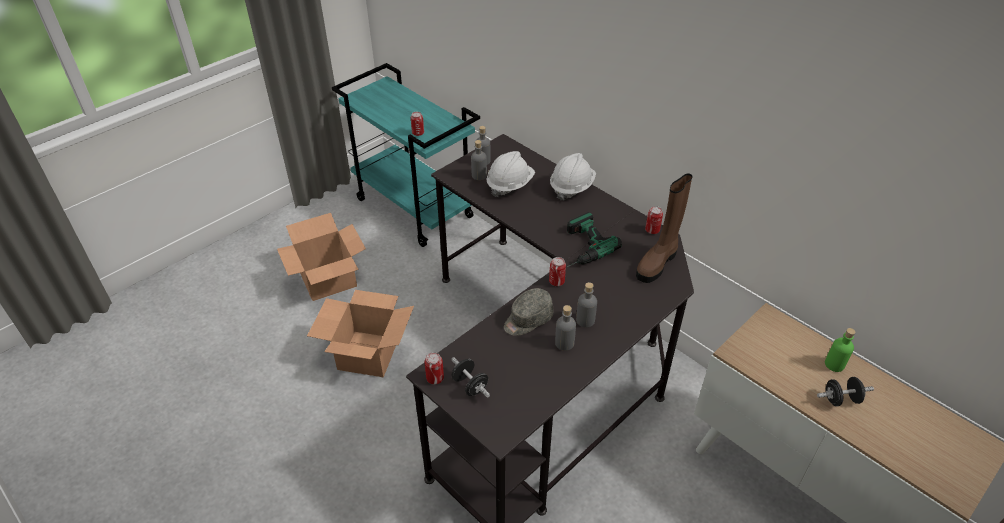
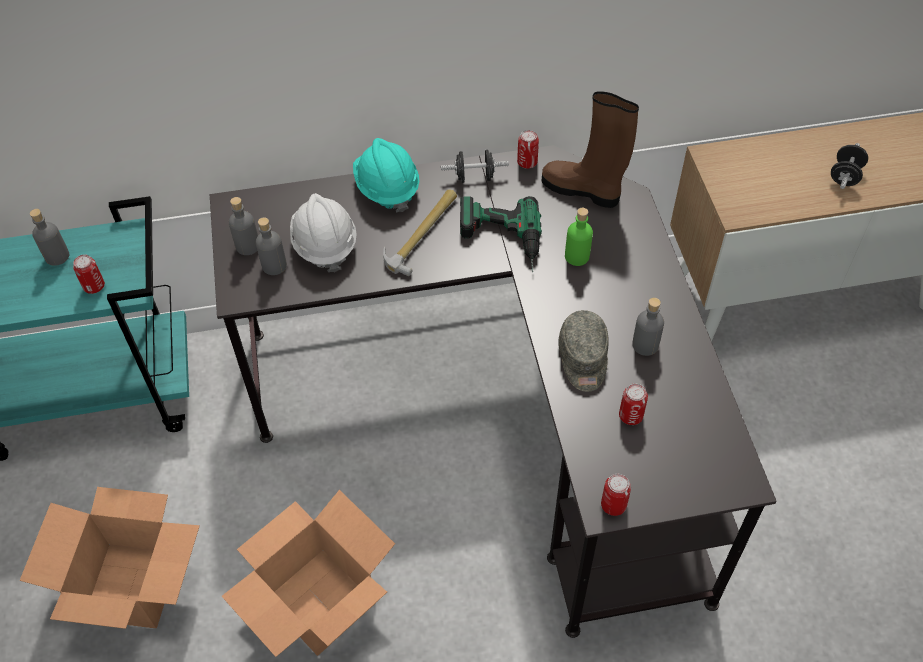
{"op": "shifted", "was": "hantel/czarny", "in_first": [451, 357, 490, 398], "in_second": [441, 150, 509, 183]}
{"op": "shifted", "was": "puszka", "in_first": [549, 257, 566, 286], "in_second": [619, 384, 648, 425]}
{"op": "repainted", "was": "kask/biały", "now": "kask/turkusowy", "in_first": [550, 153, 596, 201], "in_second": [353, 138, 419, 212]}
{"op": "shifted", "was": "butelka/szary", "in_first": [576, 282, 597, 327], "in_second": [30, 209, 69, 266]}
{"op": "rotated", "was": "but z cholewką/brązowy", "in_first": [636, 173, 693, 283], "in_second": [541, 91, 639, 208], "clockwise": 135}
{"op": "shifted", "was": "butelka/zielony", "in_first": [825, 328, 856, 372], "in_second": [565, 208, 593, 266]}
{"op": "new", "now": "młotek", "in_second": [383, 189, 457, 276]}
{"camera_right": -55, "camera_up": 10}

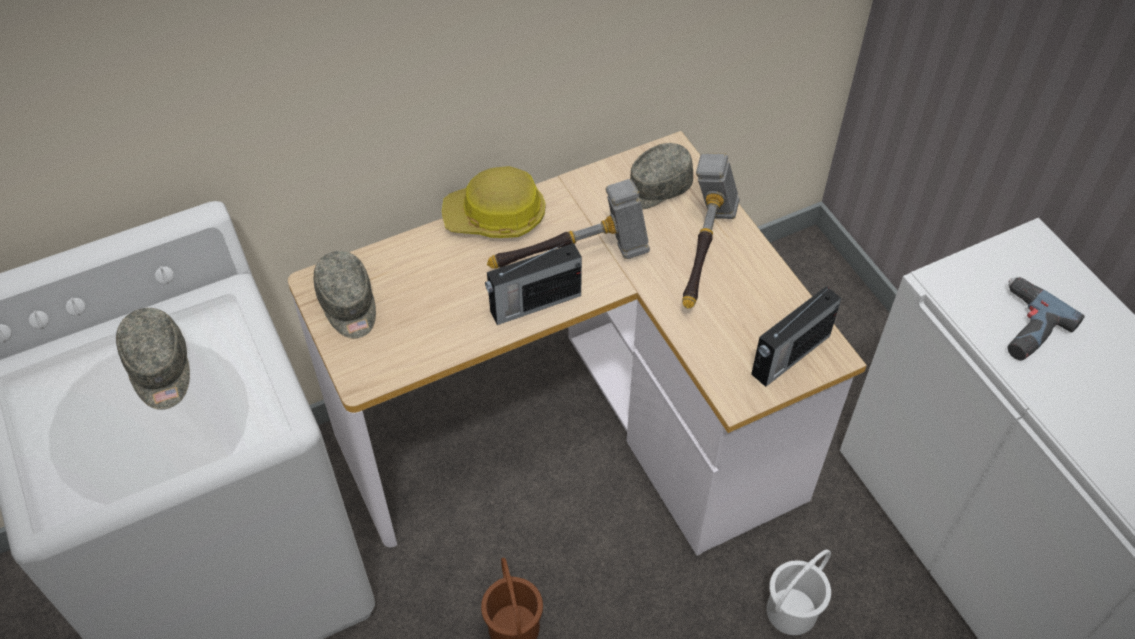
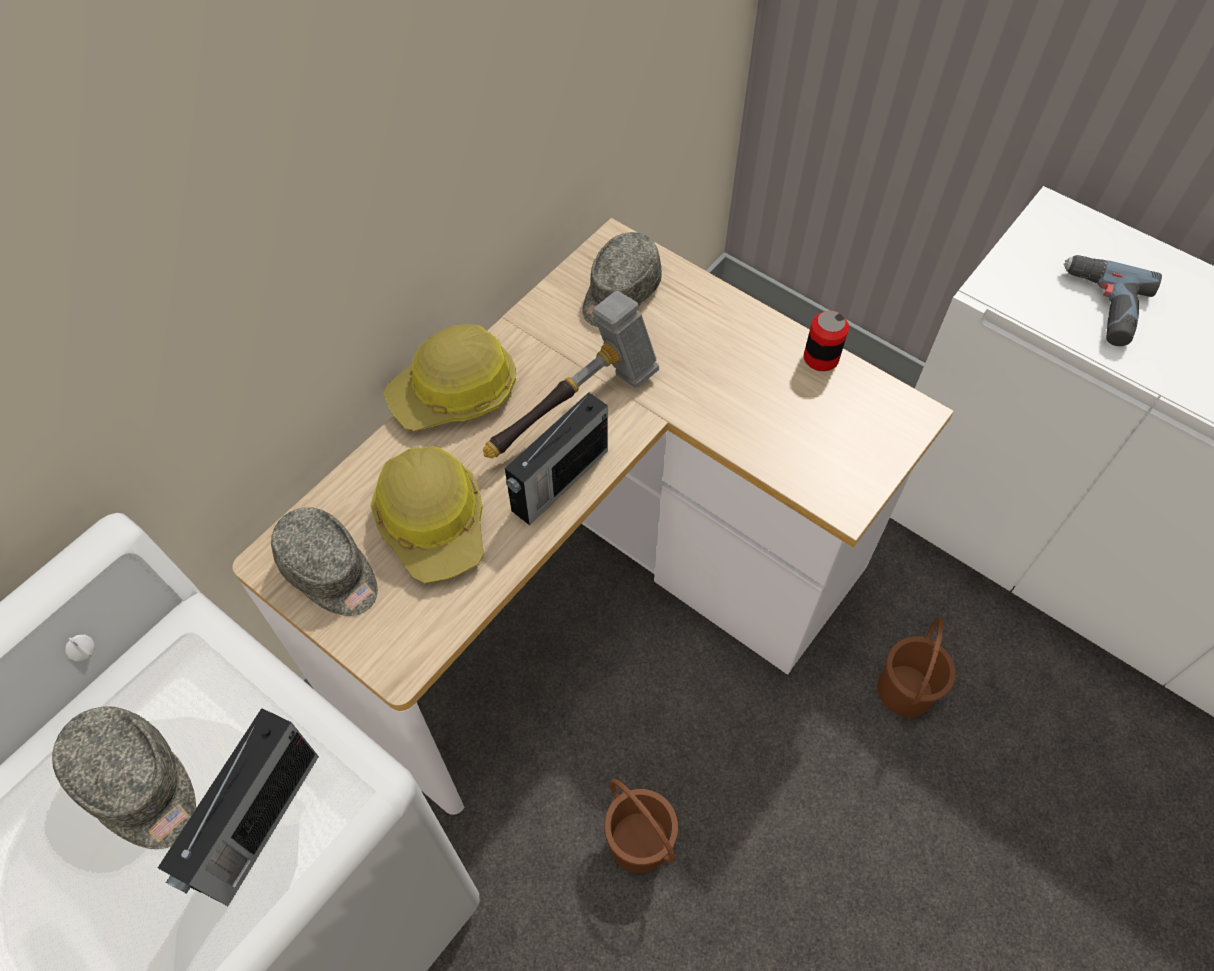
{"op": "gone", "was": "młotek", "in_first": [682, 153, 740, 309]}
{"op": "shifted", "was": "radio", "in_first": [751, 286, 842, 387], "in_second": [158, 708, 319, 906]}
{"op": "repainted", "was": "wiadro/biały", "now": "wiadro/brązowy", "in_first": [767, 549, 831, 635], "in_second": [877, 617, 956, 717]}
{"op": "new", "now": "kask", "in_second": [370, 446, 484, 583]}
{"op": "new", "now": "puszka", "in_second": [804, 311, 849, 371]}
{"camera_right": -25, "camera_up": 5}

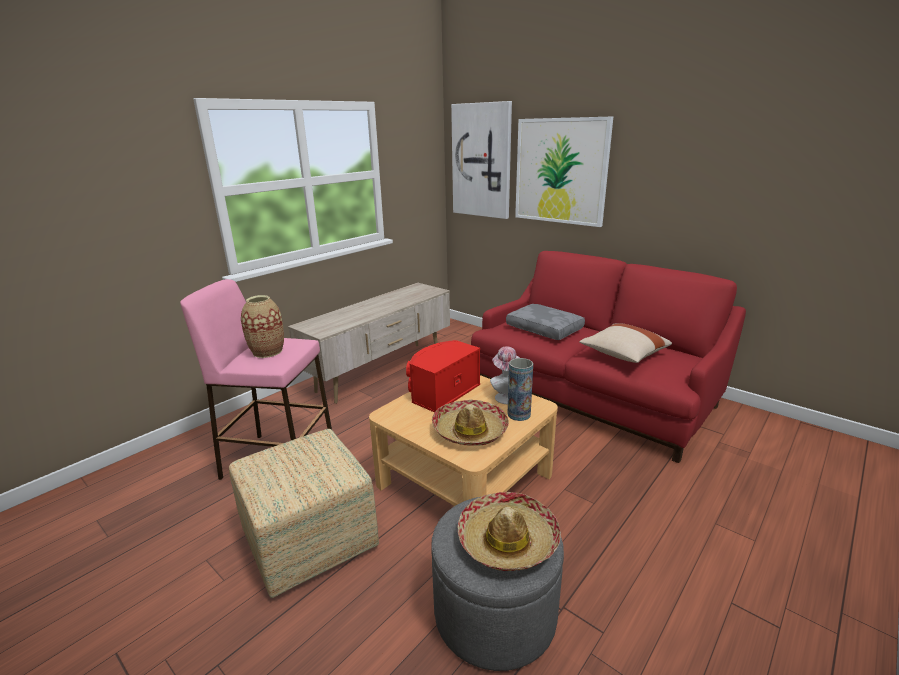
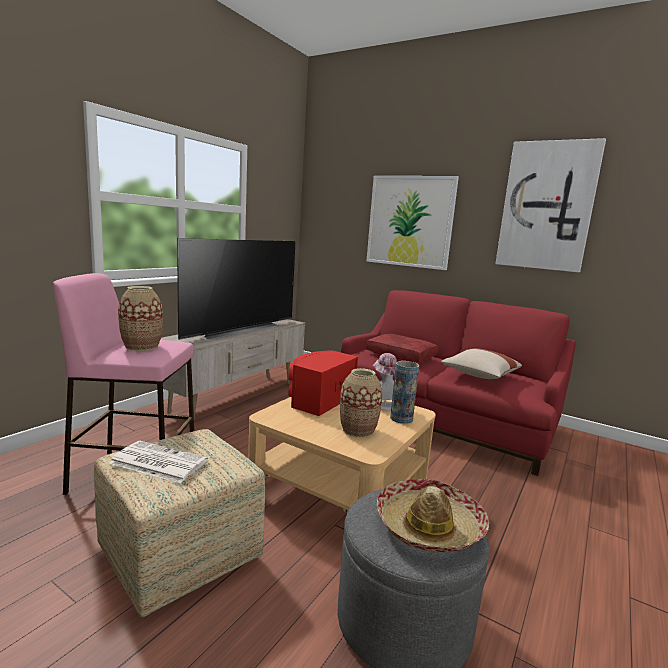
{"op": "swapped", "was": "kapelusz", "now": "wazon", "in_first": [432, 400, 509, 446], "in_second": [340, 368, 383, 438]}
{"op": "shifted", "was": "obraz", "in_first": [451, 101, 512, 219], "in_second": [495, 138, 606, 272]}
{"op": "repainted", "was": "poduszka/szary", "now": "poduszka/czerwony", "in_first": [506, 304, 585, 340], "in_second": [366, 334, 438, 362]}
{"op": "new", "now": "gazeta", "in_second": [109, 441, 208, 483]}
{"op": "new", "now": "telewizor", "in_second": [177, 238, 296, 340]}
{"camera_right": -10, "camera_up": -10}

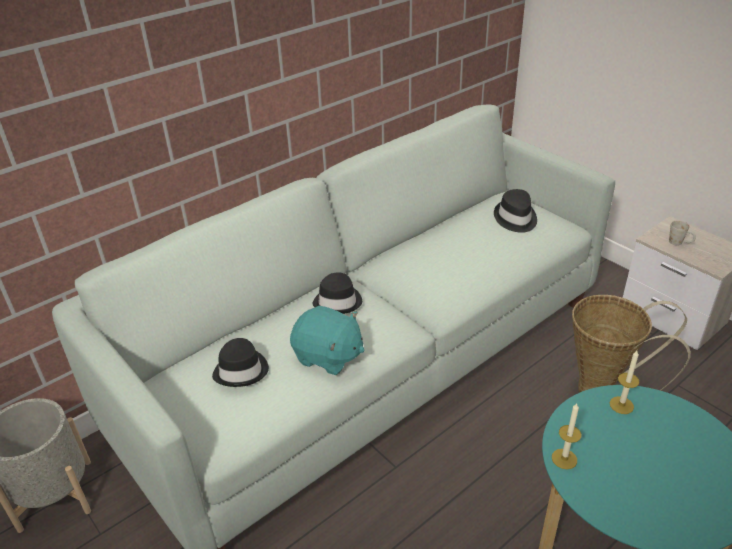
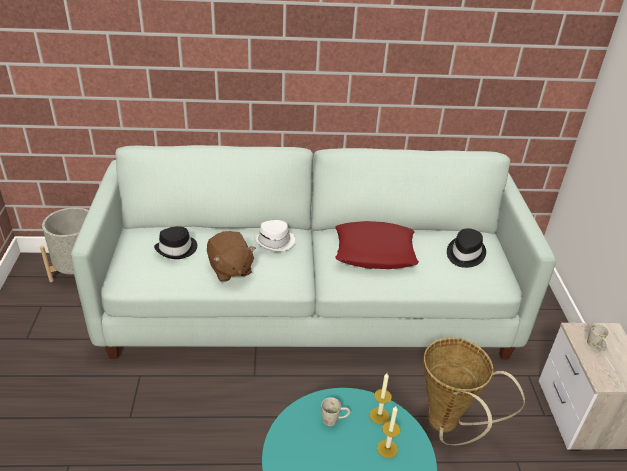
{"op": "repainted", "was": "pluszak/turkusowy", "now": "pluszak/brązowy", "in_first": [290, 306, 364, 375], "in_second": [207, 231, 256, 282]}
{"op": "repainted", "was": "kapelusz/czarny", "now": "kapelusz/biały", "in_first": [312, 272, 362, 314], "in_second": [254, 220, 295, 252]}
{"op": "shifted", "was": "świeca", "in_first": [552, 403, 581, 469], "in_second": [377, 406, 400, 458]}
{"op": "new", "now": "kubek/biały", "in_second": [321, 397, 351, 426]}
{"op": "new", "now": "poduszka/czerwony", "in_second": [335, 221, 419, 269]}
{"camera_right": 35, "camera_up": 0}

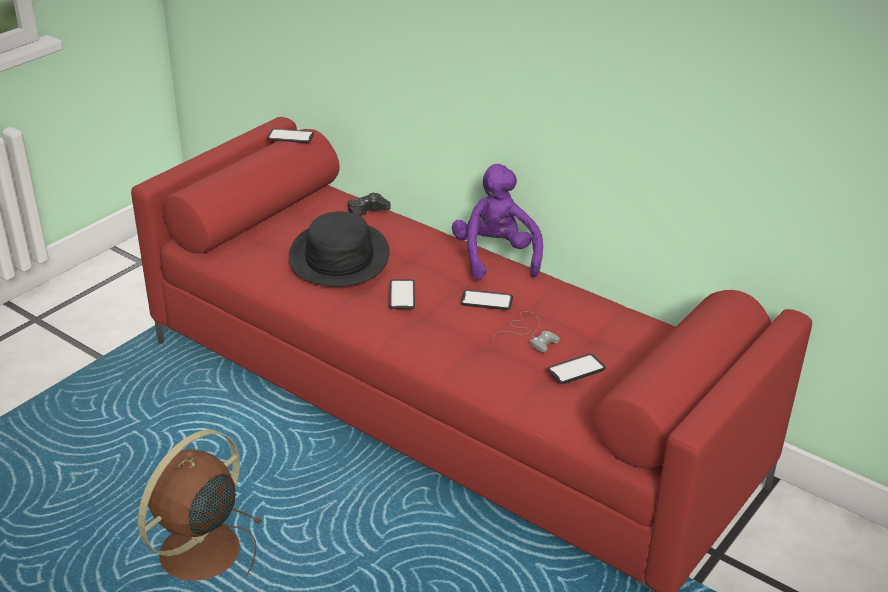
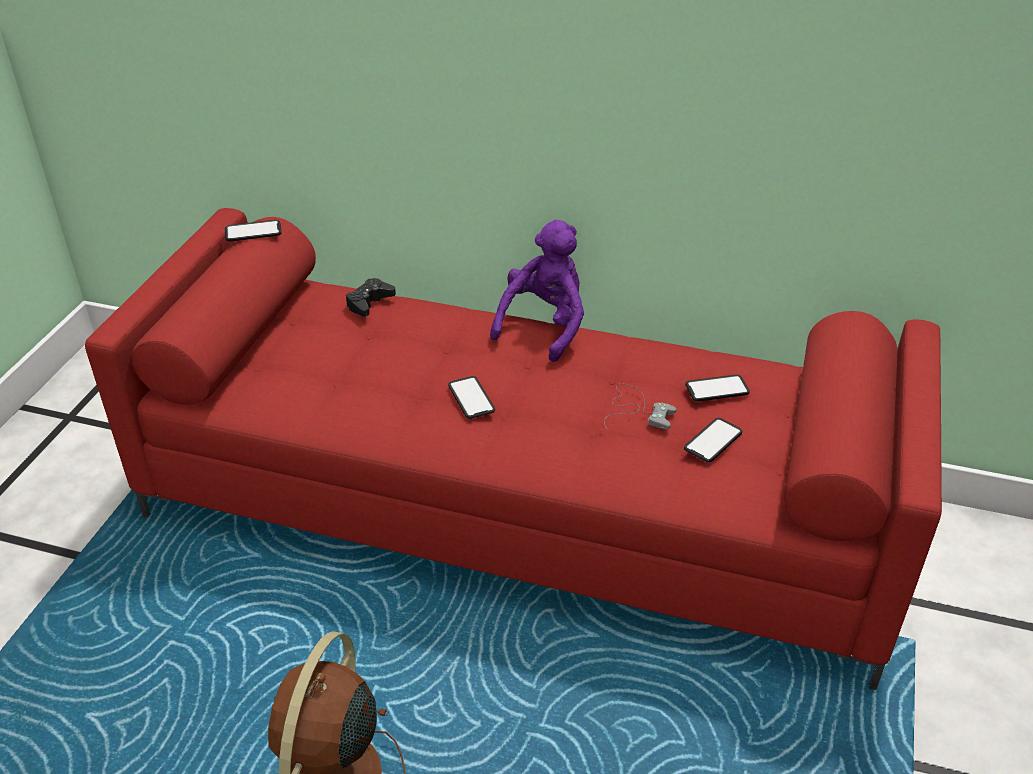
{"op": "gone", "was": "kapelusz/czarny", "in_first": [289, 212, 390, 287]}
{"op": "rotated", "was": "pluszak/fioletowy", "in_first": [452, 164, 543, 280], "in_second": [490, 220, 584, 362], "clockwise": 60}
{"op": "shifted", "was": "telefon", "in_first": [460, 290, 513, 310], "in_second": [685, 375, 750, 402]}
{"camera_right": -20, "camera_up": 5}

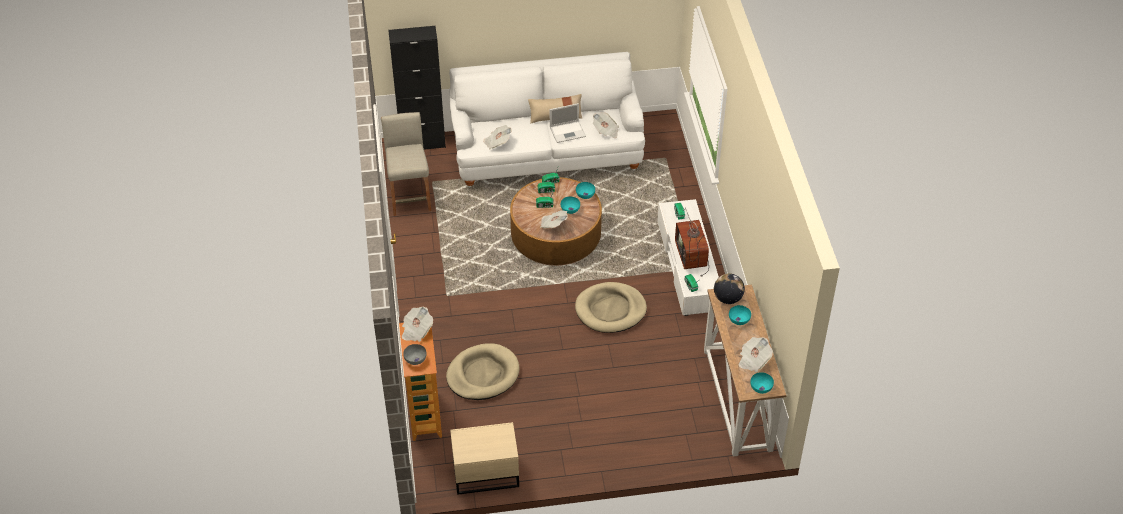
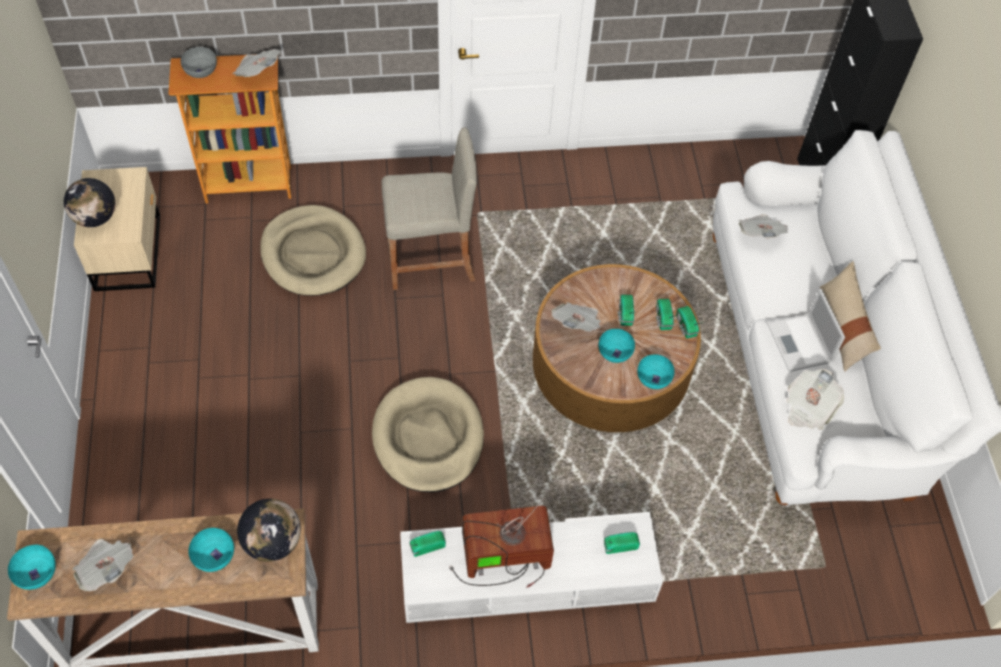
{"op": "shifted", "was": "stołek/beżowy", "in_first": [381, 112, 431, 216], "in_second": [381, 127, 477, 290]}
{"op": "new", "now": "globus", "in_second": [64, 178, 115, 227]}
{"camera_right": 90, "camera_up": 10}

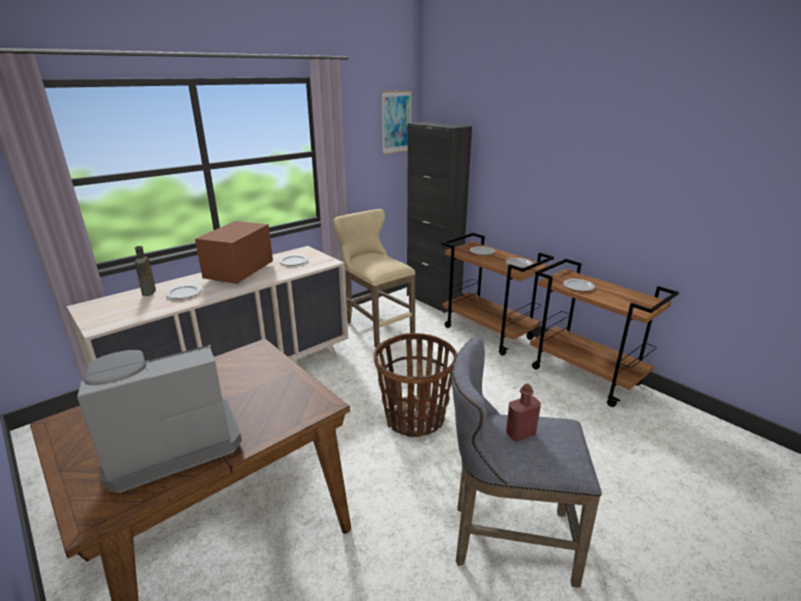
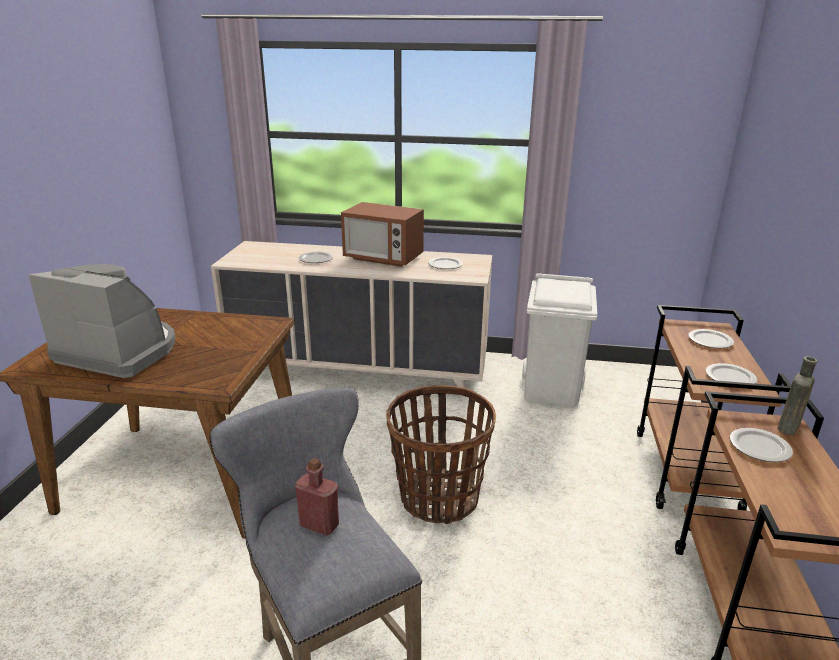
{"op": "shifted", "was": "butelka/brązowy", "in_first": [135, 246, 156, 296], "in_second": [777, 356, 817, 435]}
{"op": "rotated", "was": "mikrofalówka", "in_first": [195, 221, 273, 284], "in_second": [341, 202, 424, 266], "clockwise": -135}
{"op": "swapped", "was": "stołek/beżowy", "now": "kosz na śmieci/biały", "in_first": [333, 209, 416, 348], "in_second": [522, 273, 597, 407]}
{"op": "gone", "was": "obraz", "in_first": [381, 90, 412, 155]}
{"op": "gone", "was": "szafka/czarny", "in_first": [407, 122, 472, 313]}
{"camera_right": 50, "camera_up": 0}

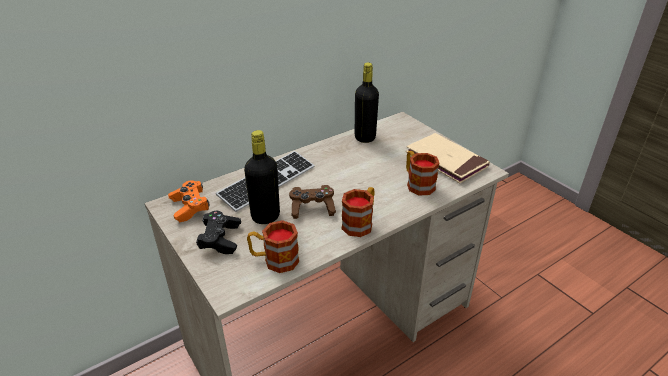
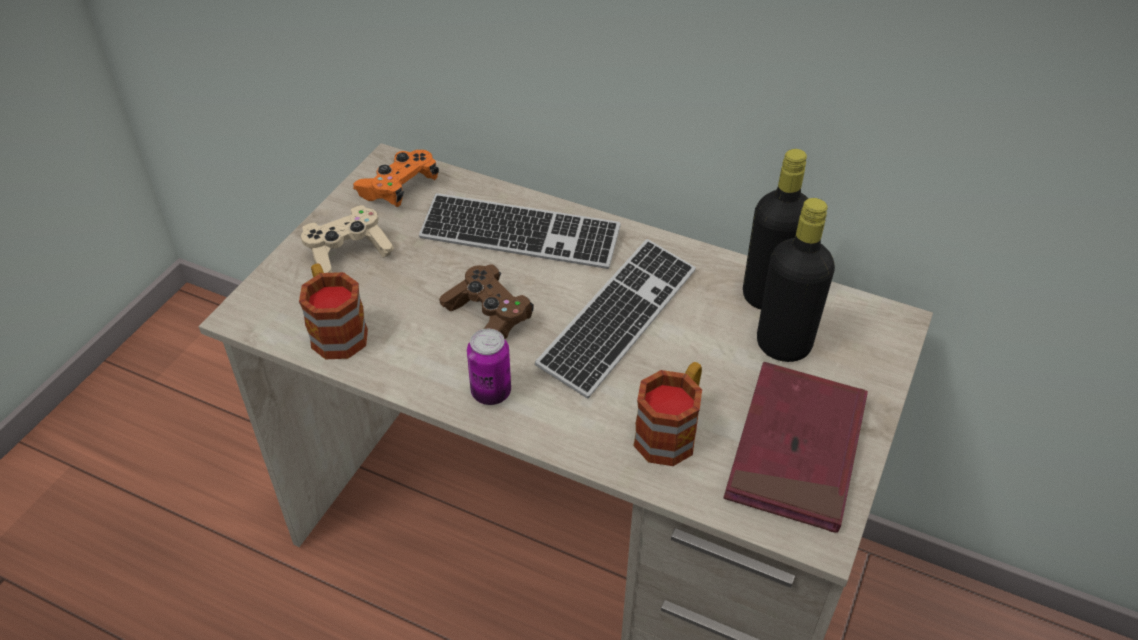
{"op": "repainted", "was": "pad do gier/czarny", "now": "pad do gier/beżowy", "in_first": [196, 211, 241, 254], "in_second": [301, 205, 394, 273]}
{"op": "shifted", "was": "butelka/czarny", "in_first": [244, 130, 280, 224], "in_second": [757, 198, 835, 362]}
{"op": "swapped", "was": "kubek", "now": "puszka", "in_first": [341, 187, 375, 237], "in_second": [467, 329, 511, 405]}
{"op": "repainted", "was": "książka/beżowy", "now": "książka/czerwony", "in_first": [406, 133, 490, 183], "in_second": [724, 362, 868, 533]}
{"op": "new", "now": "klawiatura", "in_second": [535, 239, 696, 398]}
{"camera_right": 60, "camera_up": 10}

